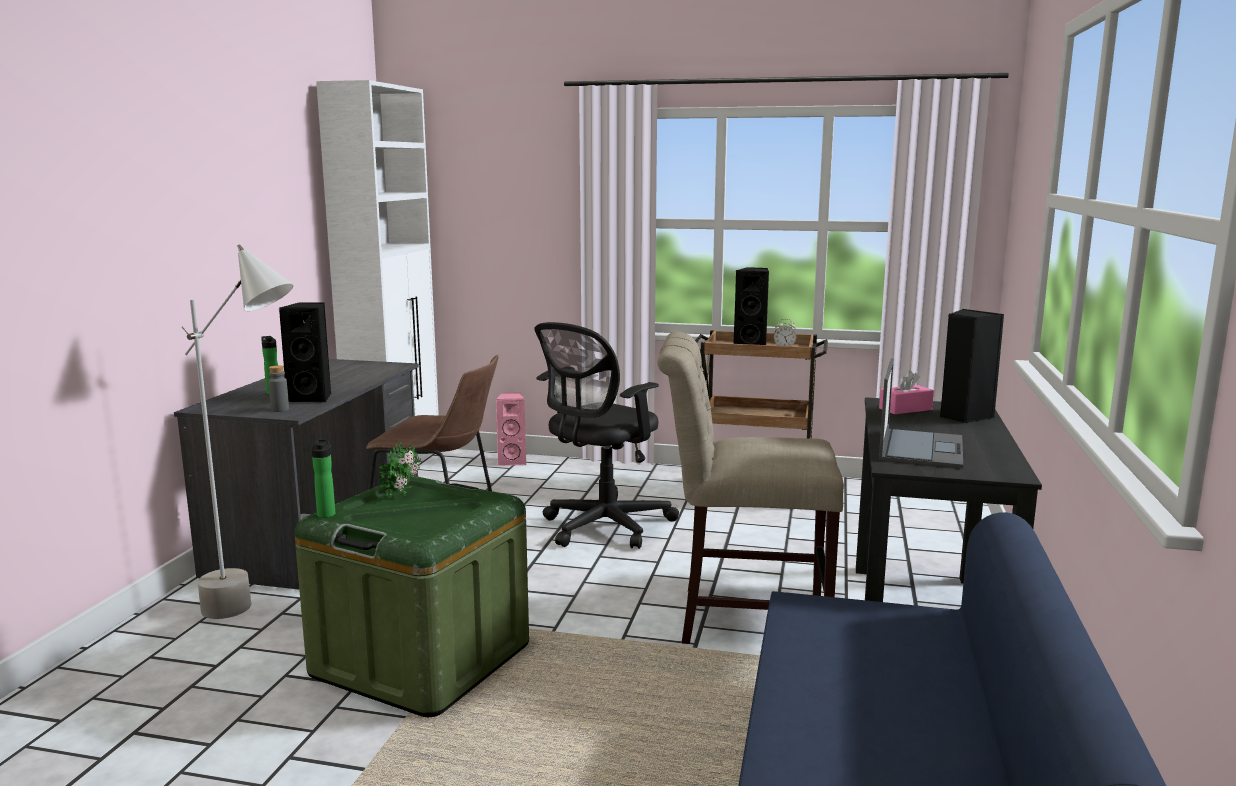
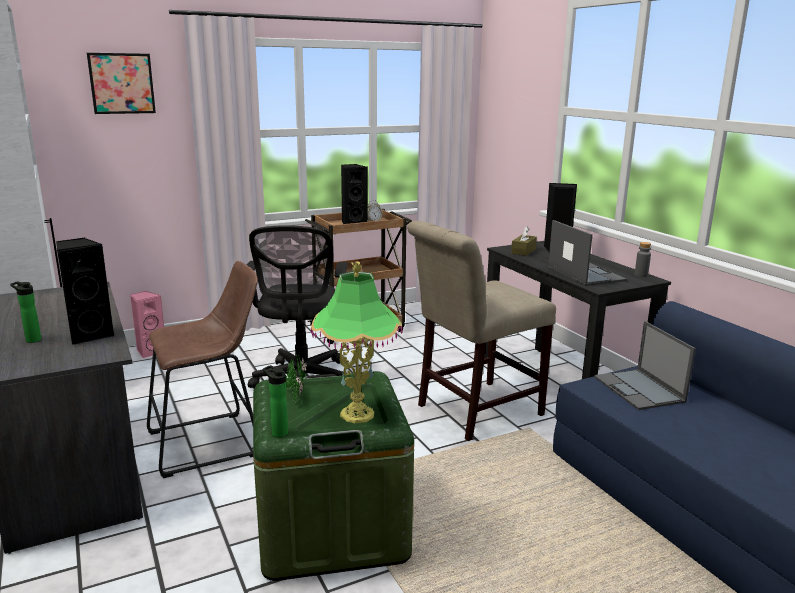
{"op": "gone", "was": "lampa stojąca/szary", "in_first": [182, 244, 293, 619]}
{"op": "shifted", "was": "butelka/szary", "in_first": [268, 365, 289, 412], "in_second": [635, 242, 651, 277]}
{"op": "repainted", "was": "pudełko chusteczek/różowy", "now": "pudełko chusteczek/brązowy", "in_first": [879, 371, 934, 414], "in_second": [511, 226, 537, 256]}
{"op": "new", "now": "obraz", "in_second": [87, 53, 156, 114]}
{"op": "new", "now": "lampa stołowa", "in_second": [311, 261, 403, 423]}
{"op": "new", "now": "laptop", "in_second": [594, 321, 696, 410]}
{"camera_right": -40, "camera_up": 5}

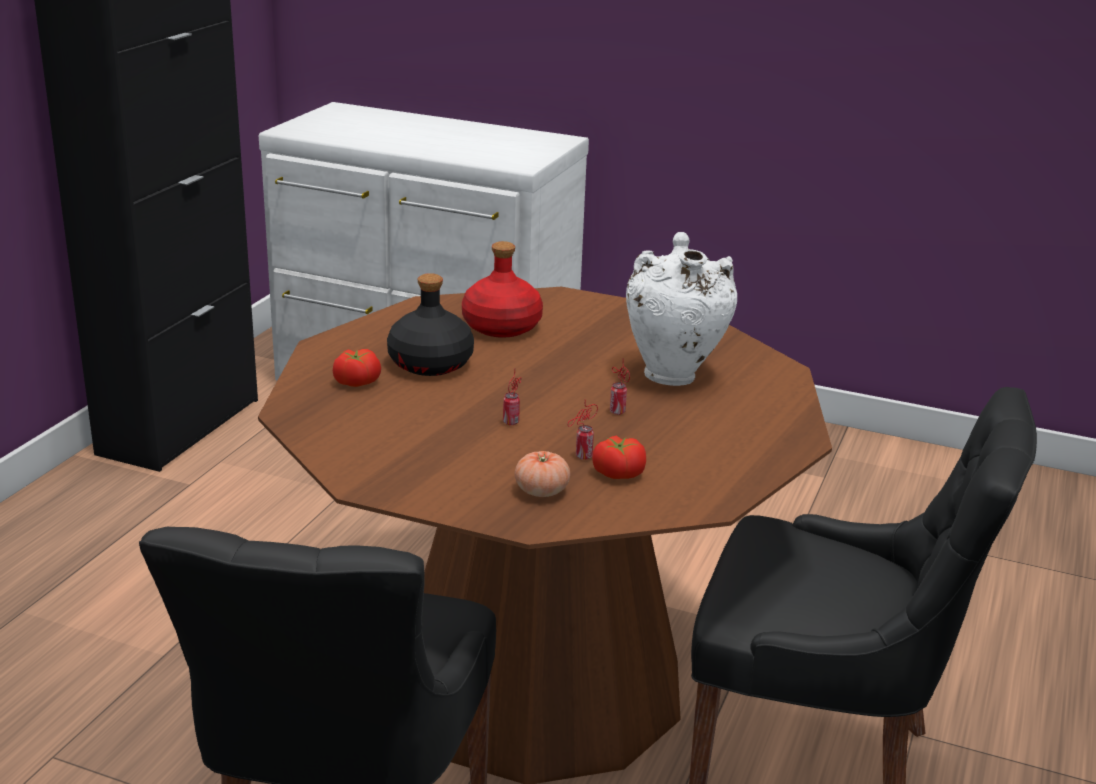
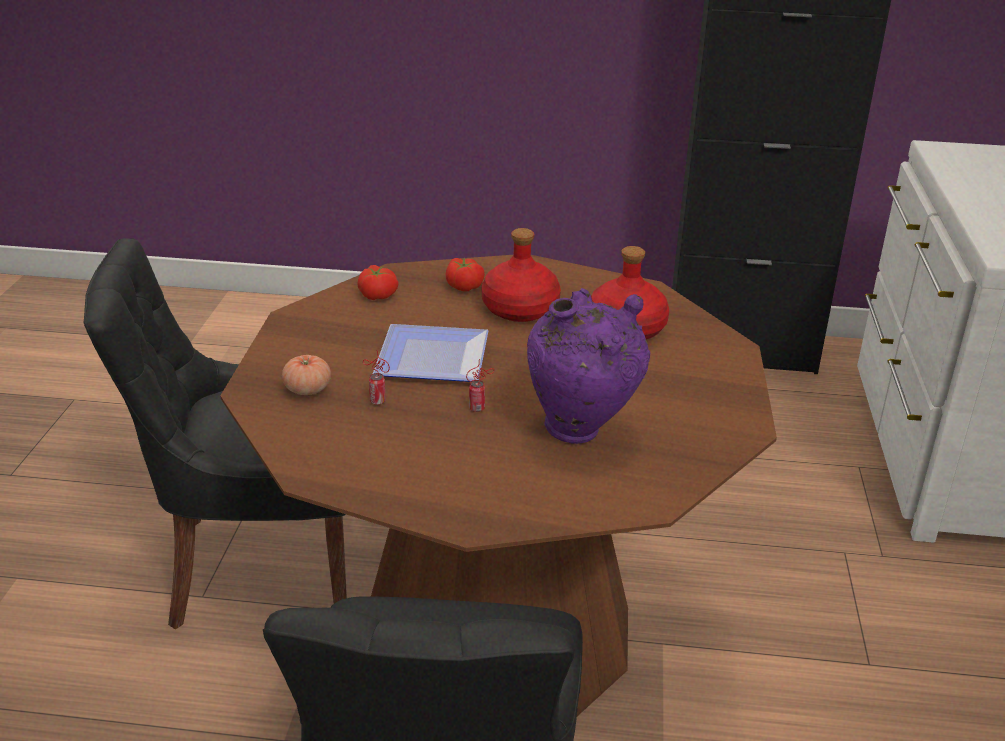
{"op": "repainted", "was": "butelka/czarny", "now": "butelka/czerwony", "in_first": [387, 273, 474, 376], "in_second": [482, 228, 561, 322]}
{"op": "swapped", "was": "puszka", "now": "talerz", "in_first": [503, 368, 521, 425], "in_second": [373, 324, 489, 382]}
{"op": "shifted", "was": "pomidor", "in_first": [592, 435, 646, 479], "in_second": [357, 265, 399, 300]}
{"op": "repainted", "was": "wazon/biały", "now": "wazon/fioletowy", "in_first": [626, 232, 737, 386], "in_second": [527, 288, 650, 444]}
{"camera_right": 75, "camera_up": 5}

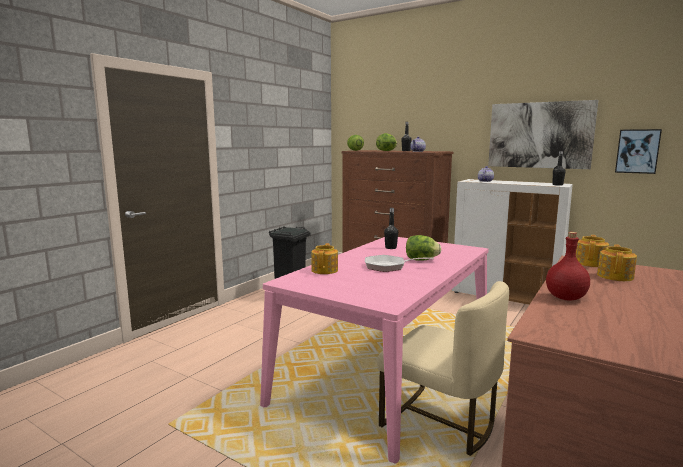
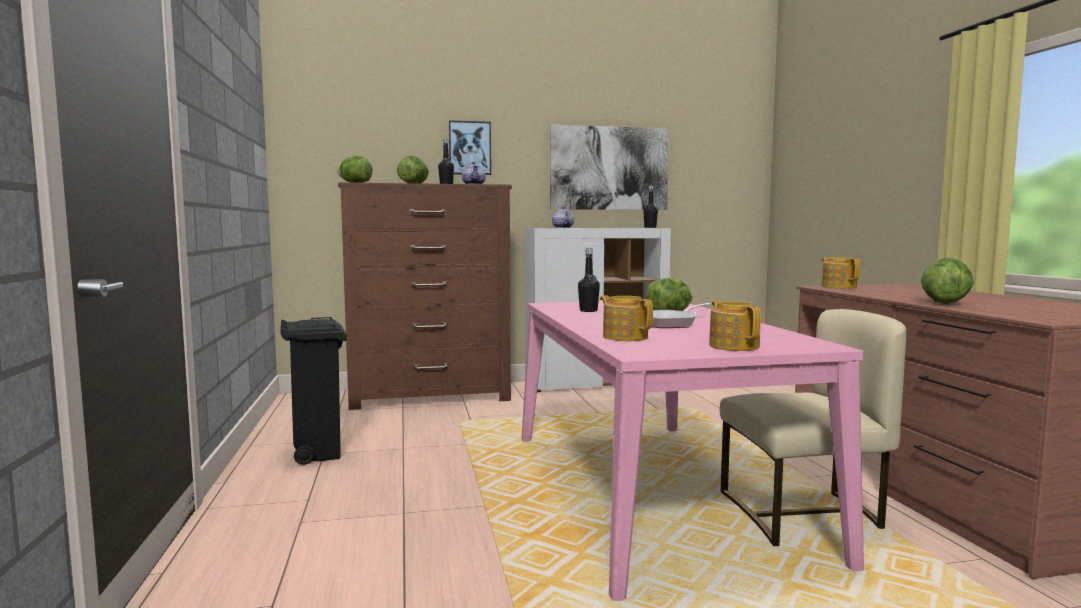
{"op": "swapped", "was": "butelka/czerwony", "now": "sałata", "in_first": [546, 232, 590, 301], "in_second": [921, 257, 974, 304]}
{"op": "shifted", "was": "imbryk", "in_first": [597, 244, 637, 281], "in_second": [709, 300, 761, 351]}
{"op": "shifted", "was": "obraz", "in_first": [615, 129, 662, 174], "in_second": [449, 120, 491, 175]}
{"camera_right": -45, "camera_up": -5}

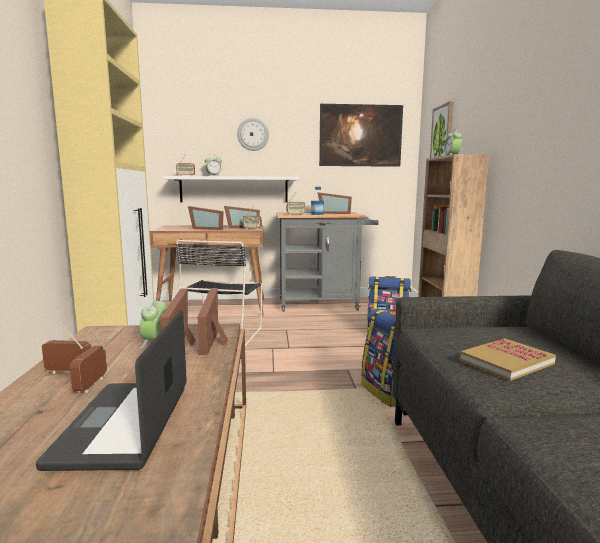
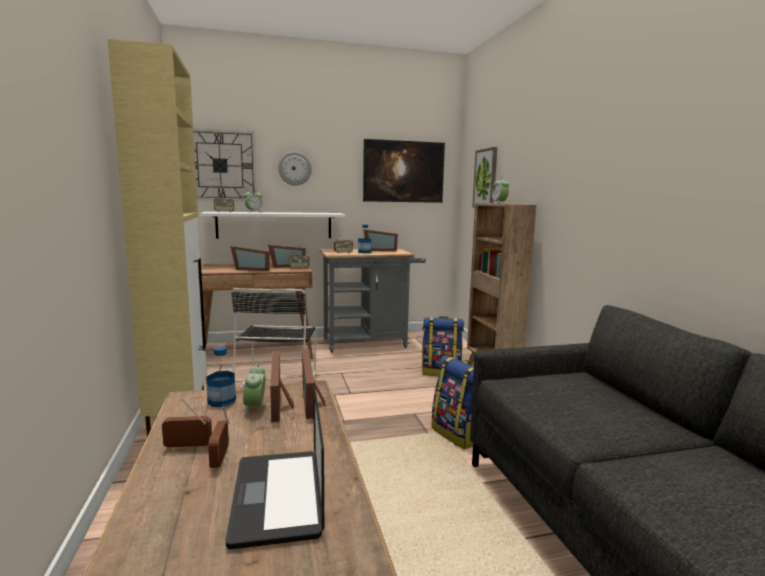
{"op": "gone", "was": "książka", "in_first": [459, 338, 556, 381]}
{"op": "new", "now": "zegar ścienny", "in_second": [193, 128, 256, 201]}
{"op": "new", "now": "butelka", "in_second": [206, 347, 236, 407]}
{"camera_right": -10, "camera_up": 0}

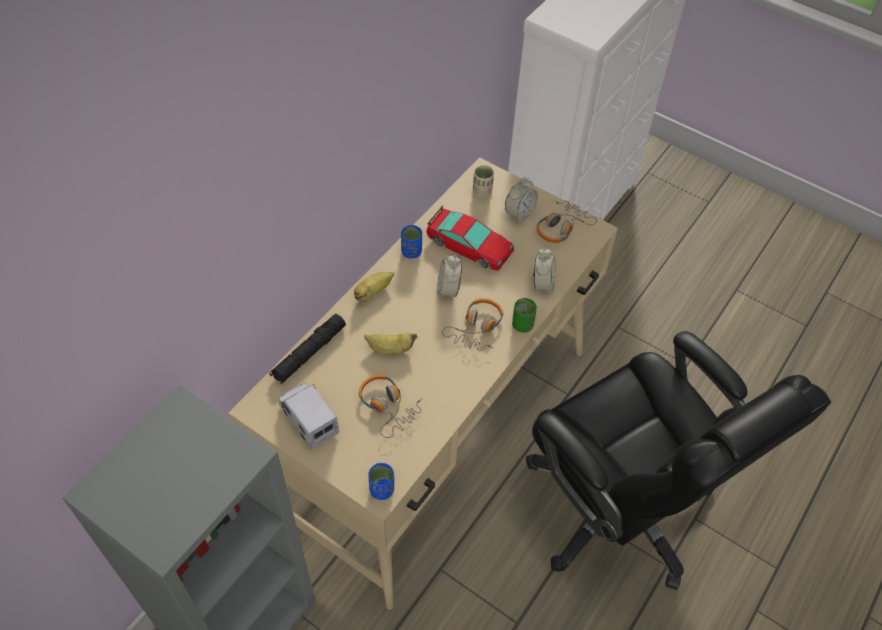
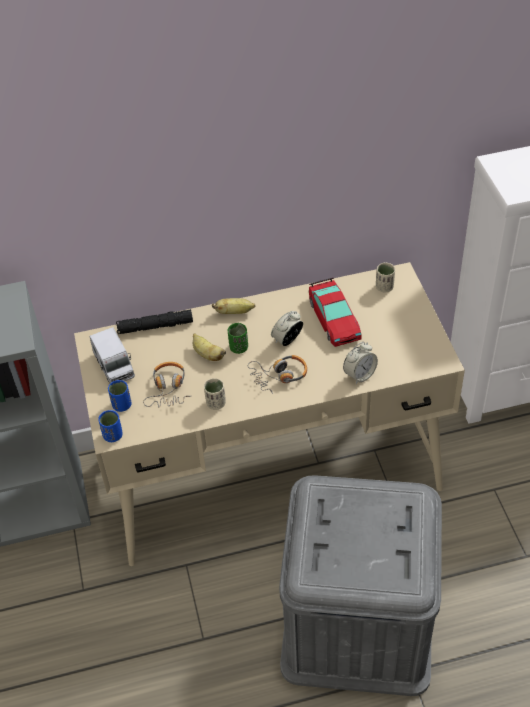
{"op": "rotated", "was": "ciężarówka zabawkowa", "in_first": [278, 383, 339, 449], "in_second": [89, 327, 135, 384], "clockwise": 150}
{"op": "shifted", "was": "filiżanka/niebieski", "in_first": [401, 225, 422, 259], "in_second": [108, 380, 132, 412]}
{"op": "gone", "was": "budzik", "in_first": [505, 177, 538, 222]}
{"op": "shifted", "was": "filiżanka/zielony", "in_first": [512, 298, 537, 333], "in_second": [228, 323, 248, 354]}
{"op": "swapped", "was": "krzesło biurowe/czarny", "now": "pojemnik do przechowywania/szary", "in_first": [526, 331, 831, 590], "in_second": [279, 475, 442, 696]}
{"op": "gone", "was": "słuchawki", "in_first": [537, 200, 597, 243]}
{"op": "new", "now": "filiżanka/beżowy", "in_second": [204, 378, 226, 410]}
{"camera_right": 45, "camera_up": -5}

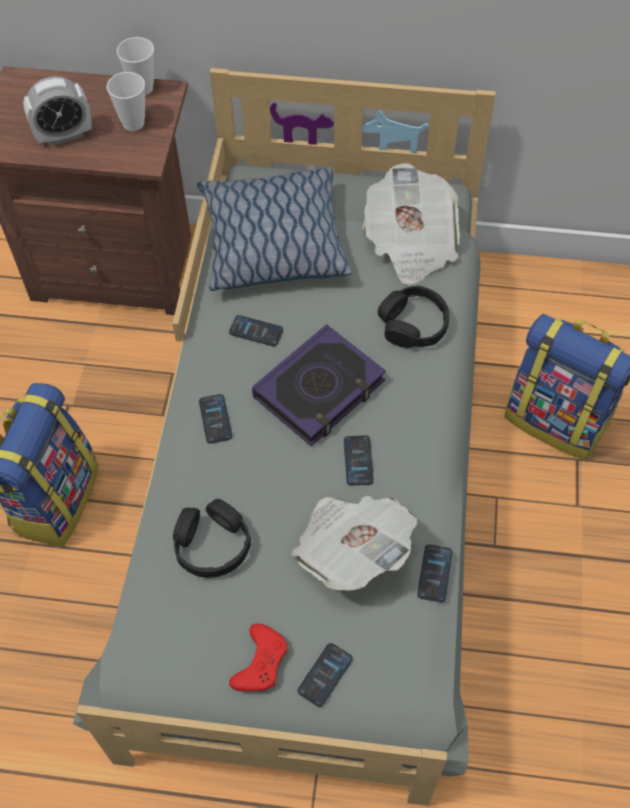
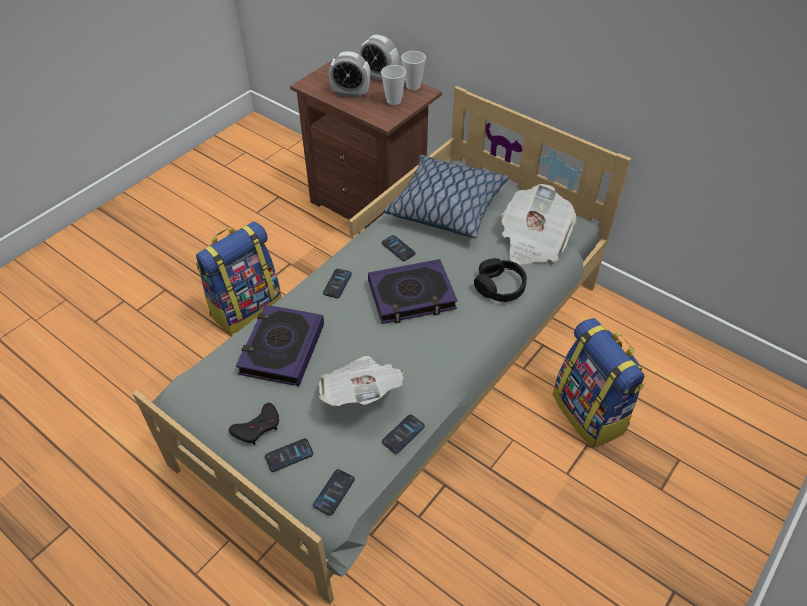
{"op": "swapped", "was": "słuchawki/czarny", "now": "książka", "in_first": [173, 499, 251, 578], "in_second": [236, 305, 324, 386]}
{"op": "repainted", "was": "pad do gier/czerwony", "now": "pad do gier/czarny", "in_first": [229, 624, 287, 692], "in_second": [229, 403, 279, 445]}
{"op": "shifted", "was": "telefon", "in_first": [344, 435, 374, 486], "in_second": [313, 469, 355, 516]}
{"op": "new", "now": "budzik", "in_second": [360, 35, 399, 81]}
{"camera_right": 30, "camera_up": -10}

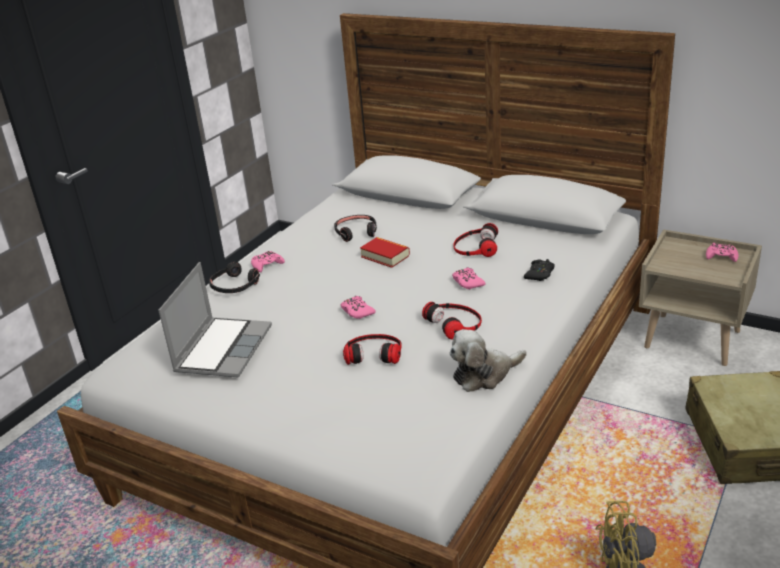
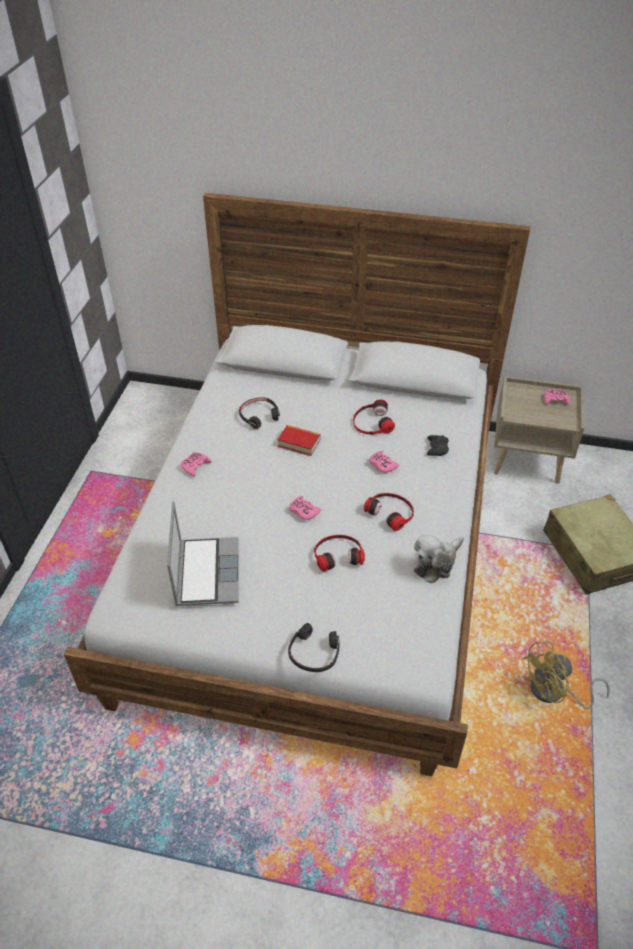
{"op": "shifted", "was": "słuchawki/czarny", "in_first": [209, 261, 260, 293], "in_second": [288, 623, 340, 672]}
{"camera_right": -20, "camera_up": 15}

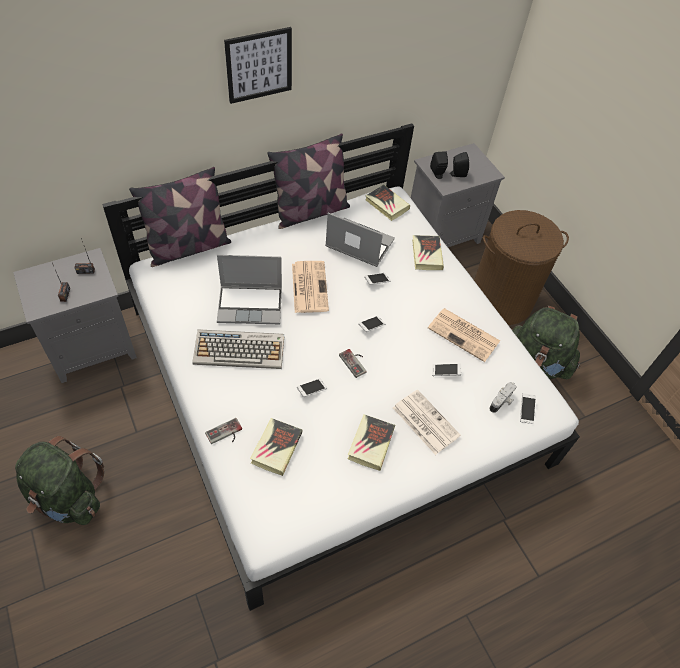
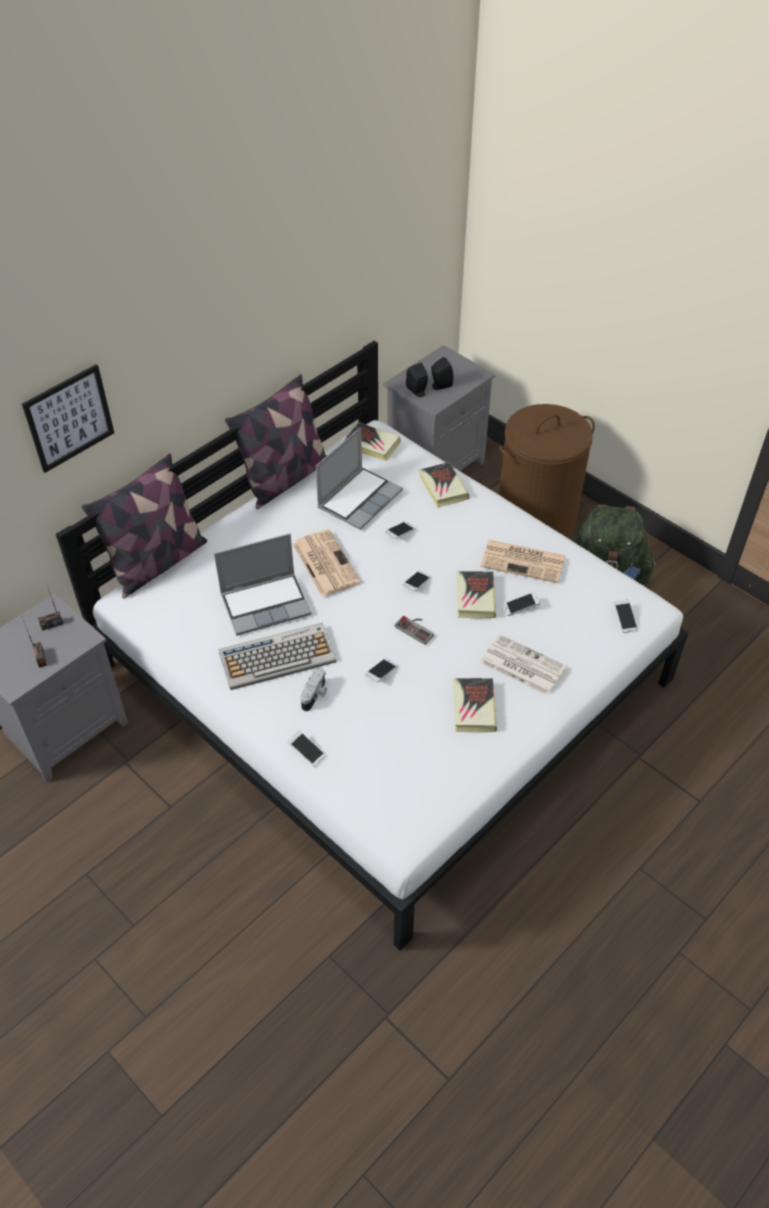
{"op": "gone", "was": "plecak/zielony", "in_first": [15, 436, 104, 525]}
{"op": "swapped", "was": "pad do gier", "now": "telefon", "in_first": [205, 418, 242, 444], "in_second": [287, 730, 326, 767]}
{"op": "shifted", "was": "obraz", "in_first": [224, 27, 292, 104], "in_second": [22, 364, 114, 473]}
{"op": "shifted", "was": "książka", "in_first": [250, 418, 302, 476], "in_second": [457, 571, 496, 619]}
{"op": "rotated", "was": "laptop", "in_first": [325, 212, 395, 267], "in_second": [315, 427, 403, 530], "clockwise": 120}
{"op": "shifted", "was": "aparat fotograficzny", "in_first": [489, 382, 517, 413], "in_second": [301, 668, 327, 711]}
{"camera_right": -15, "camera_up": -5}

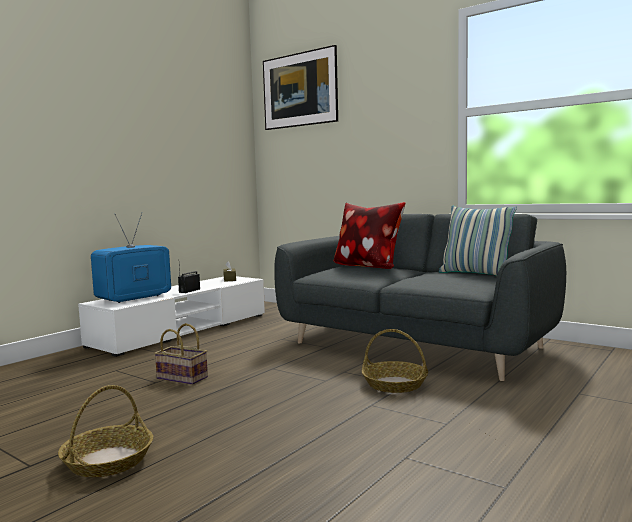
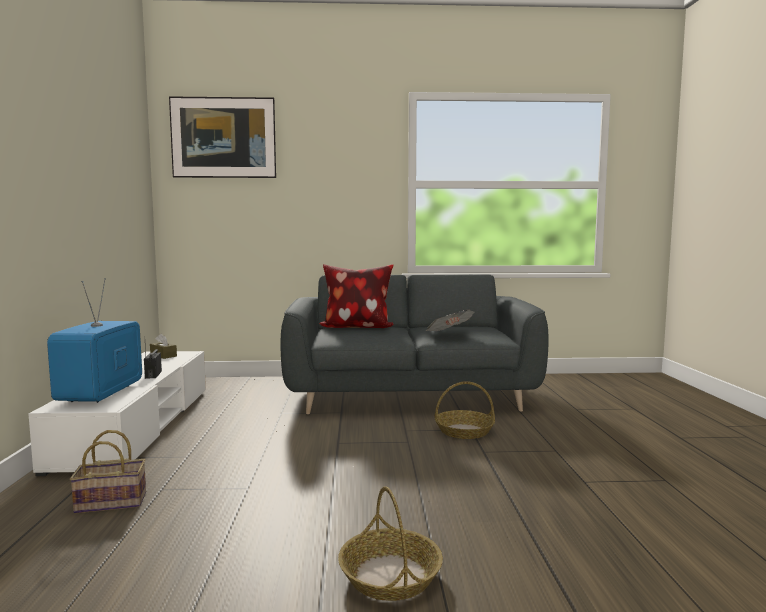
{"op": "shifted", "was": "koszyk", "in_first": [154, 323, 208, 385], "in_second": [70, 430, 146, 514]}
{"op": "gone", "was": "poduszka", "in_first": [439, 206, 517, 276]}
{"op": "new", "now": "gazeta", "in_second": [425, 309, 475, 331]}
{"camera_right": -40, "camera_up": 0}

